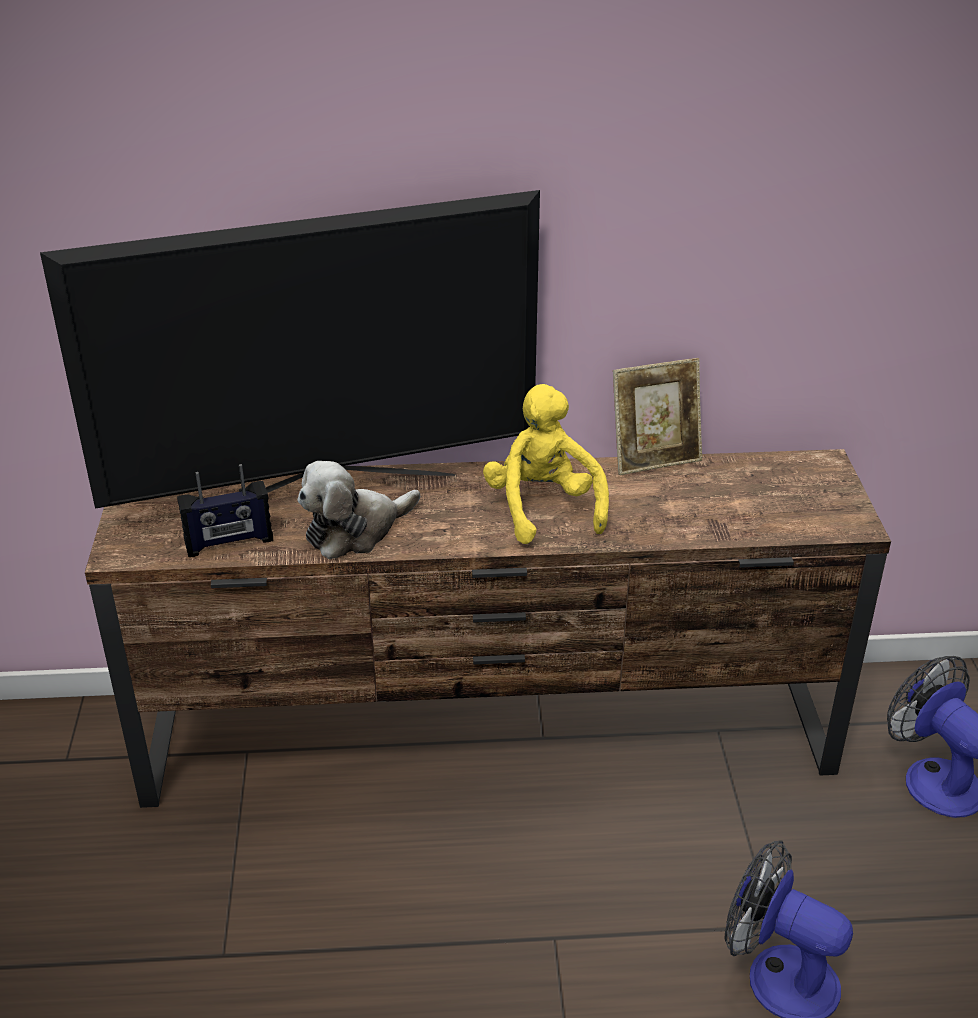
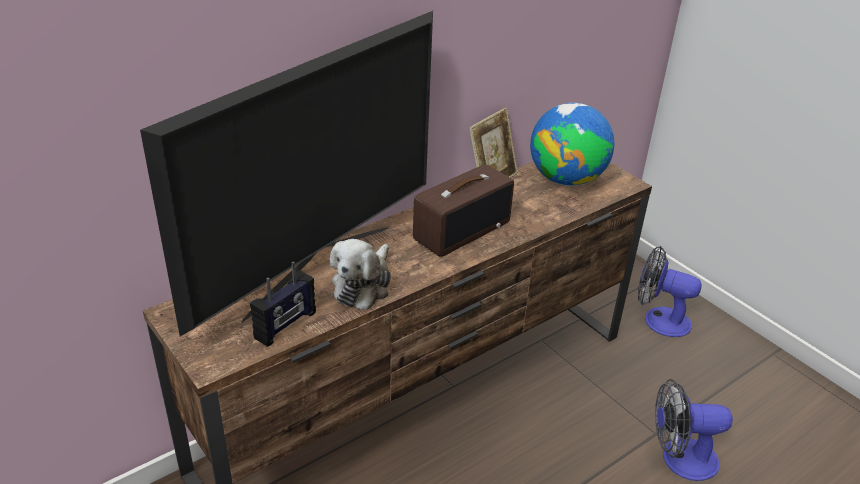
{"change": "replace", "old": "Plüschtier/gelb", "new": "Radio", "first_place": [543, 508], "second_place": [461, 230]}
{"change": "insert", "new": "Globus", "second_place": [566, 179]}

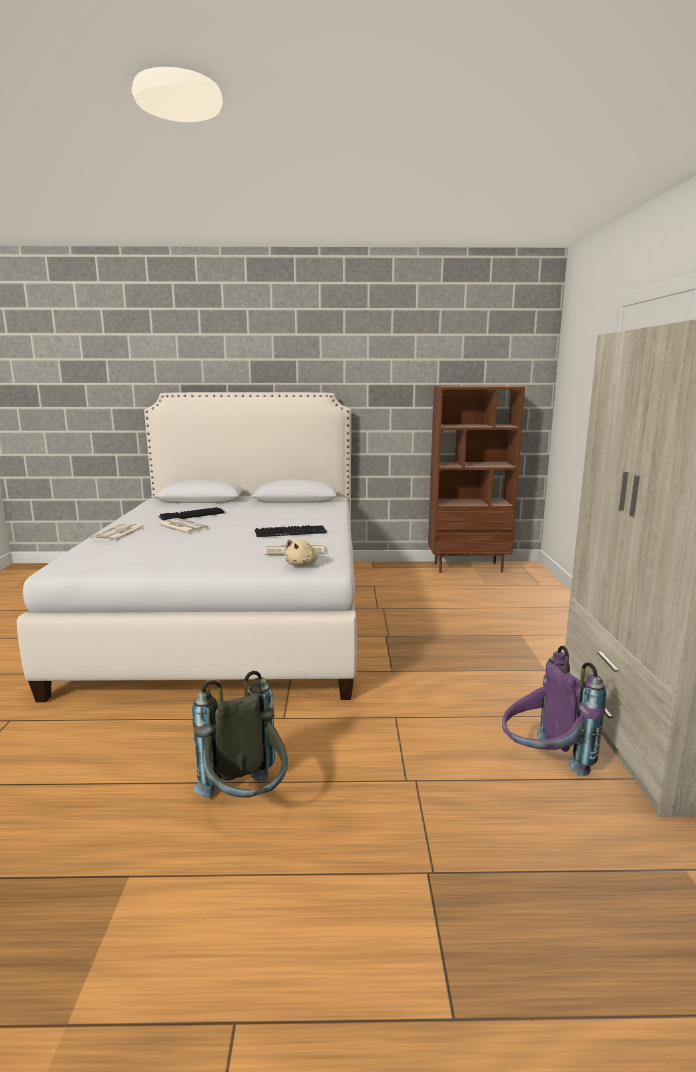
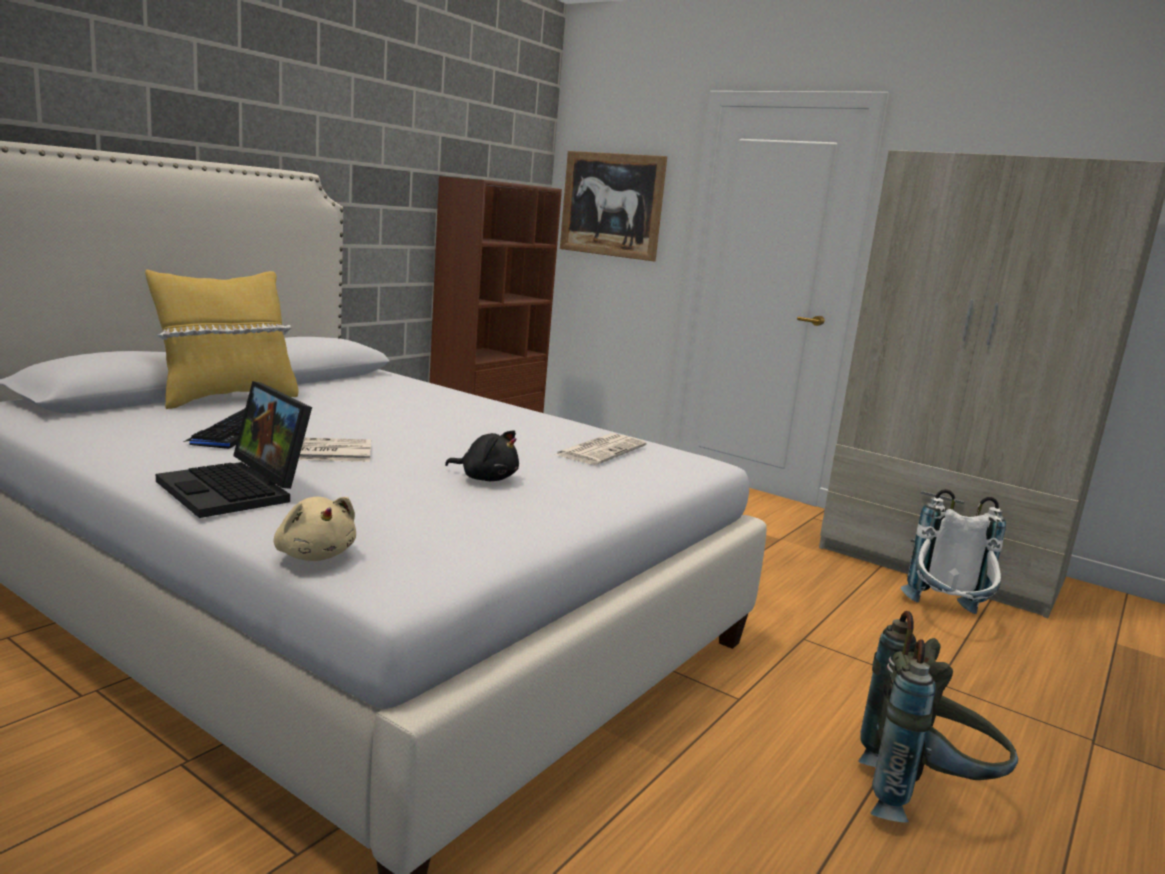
{"change": "replace", "old": "Zeitung", "new": "Laptop", "first_place": [119, 533], "second_place": [238, 490]}
{"change": "delete", "old": "Tastatur", "first_place": [290, 533]}
{"change": "move", "old": "Plüschtier/beige", "first_place": [302, 565], "second_place": [314, 554]}
{"change": "recolor", "old": "Rucksack/lila", "new": "Rucksack/weiß", "first_place": [543, 763], "second_place": [946, 617]}
{"change": "insert", "new": "Kissen/gelb", "second_place": [226, 398]}
{"change": "insert", "new": "Plüschtier/schwarz", "second_place": [486, 478]}
{"change": "insert", "new": "Bild", "second_place": [611, 205]}

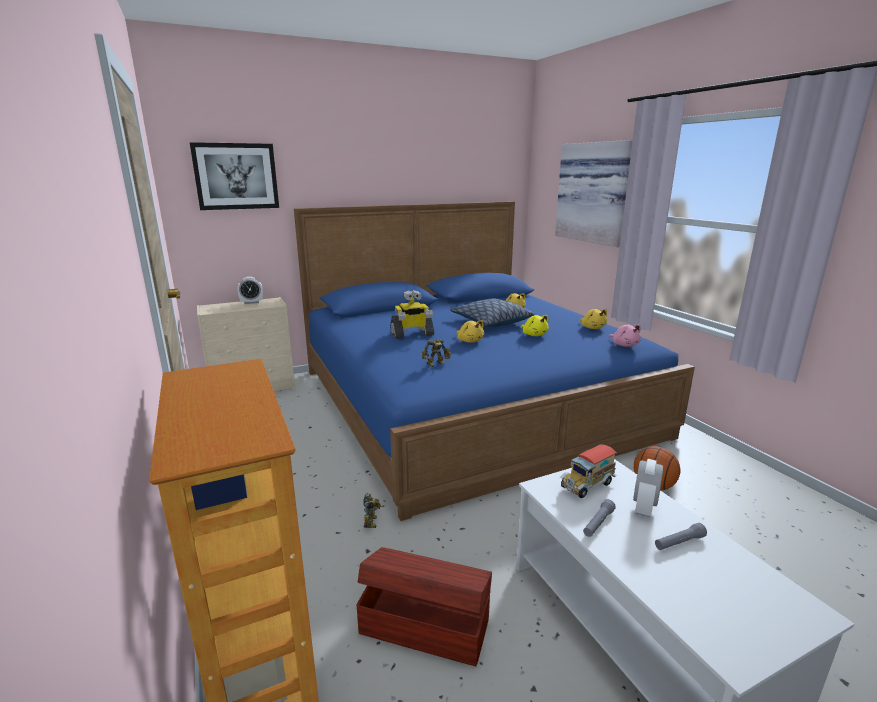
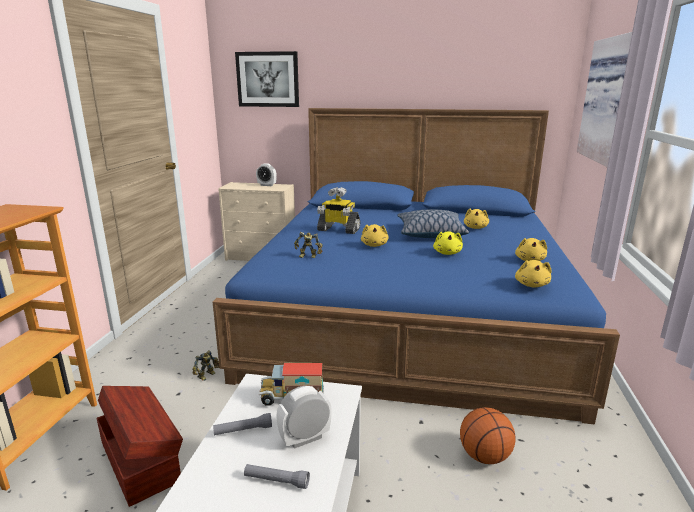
{"change": "recolor", "old": "Plüschtier/rosa", "new": "Plüschtier/gelb", "first_place": [624, 345], "second_place": [531, 285]}

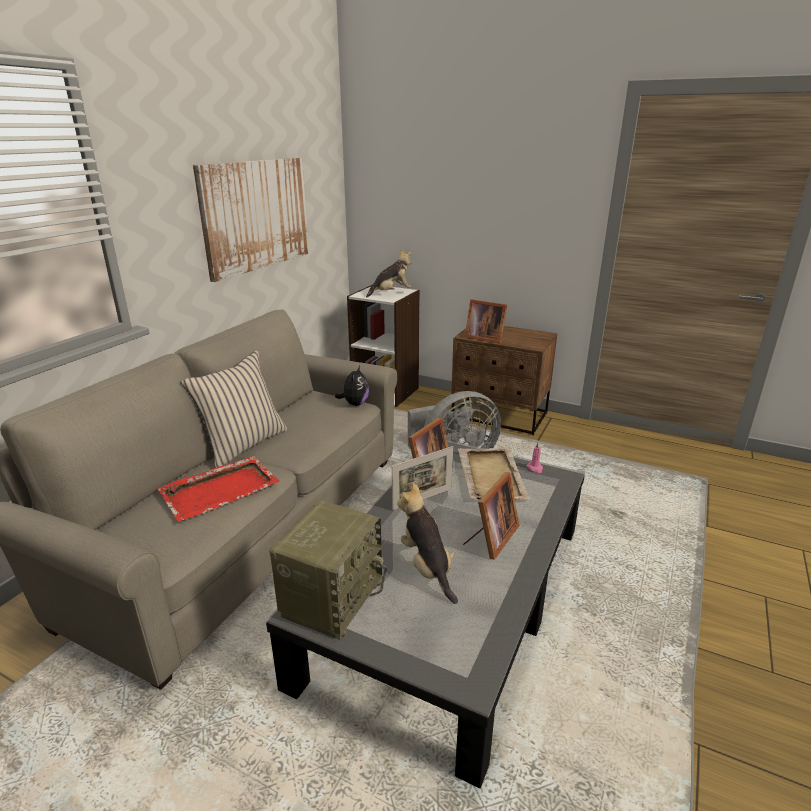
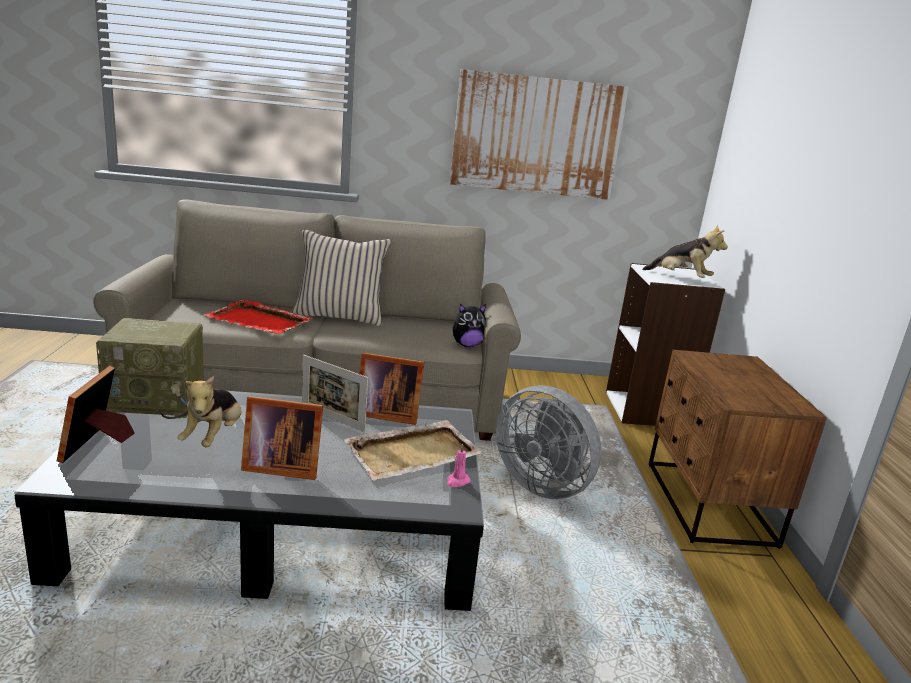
{"change": "rotate", "old": "Plüschtier", "first_place": [427, 568], "second_place": [213, 437], "degrees": 150}
{"change": "move", "old": "Bilderrahmen", "first_place": [484, 338], "second_place": [98, 444]}

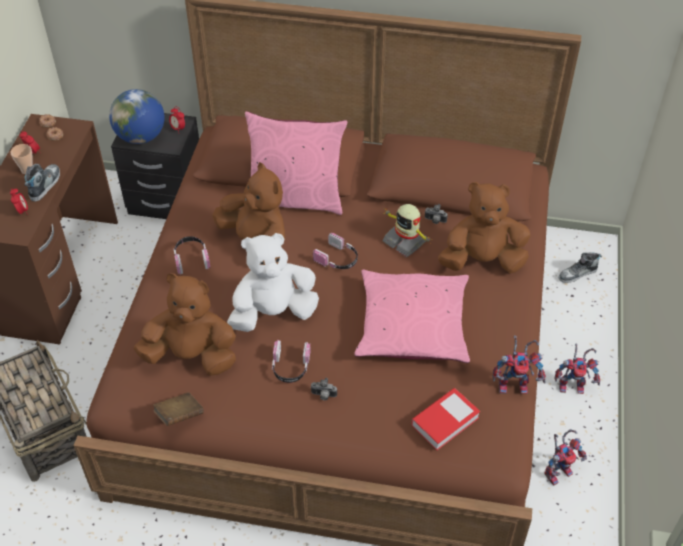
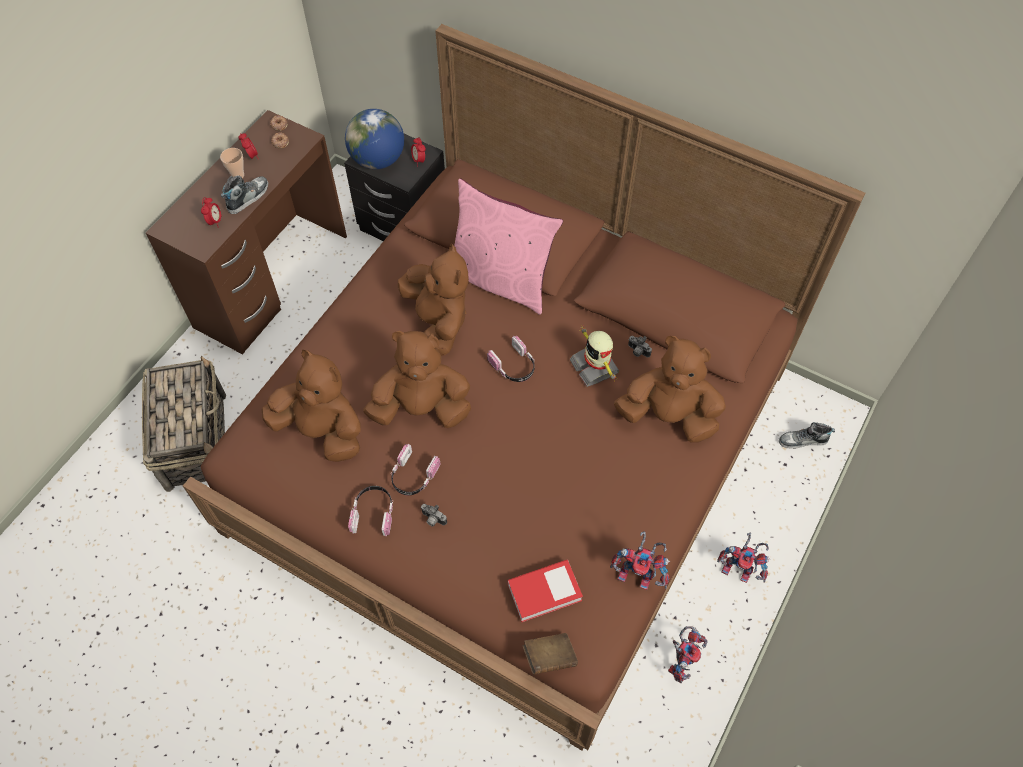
{"change": "move", "old": "Buch/braun", "first_place": [179, 415], "second_place": [549, 657]}
{"change": "move", "old": "Kopfhörer", "first_place": [191, 258], "second_place": [373, 513]}
{"change": "recolor", "old": "Plüschtier/weiß", "new": "Plüschtier/braun", "first_place": [273, 313], "second_place": [422, 408]}
{"change": "delete", "old": "Kissen/rosa", "first_place": [412, 325]}
{"change": "rotate", "old": "Spielzeugroboter", "first_place": [558, 470], "second_place": [680, 660], "degrees": -45}

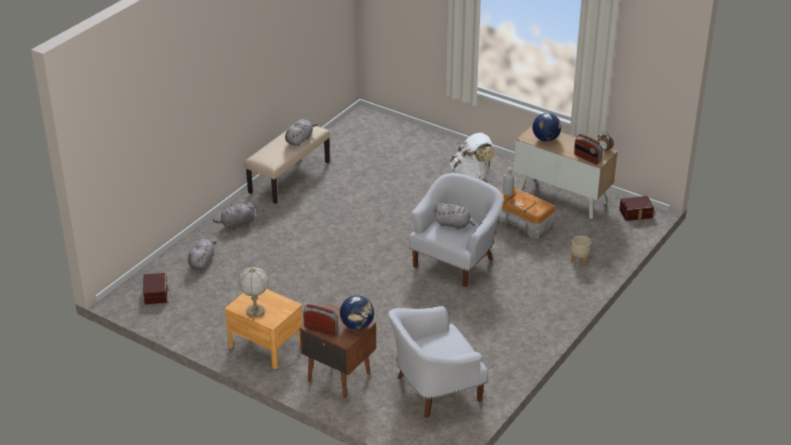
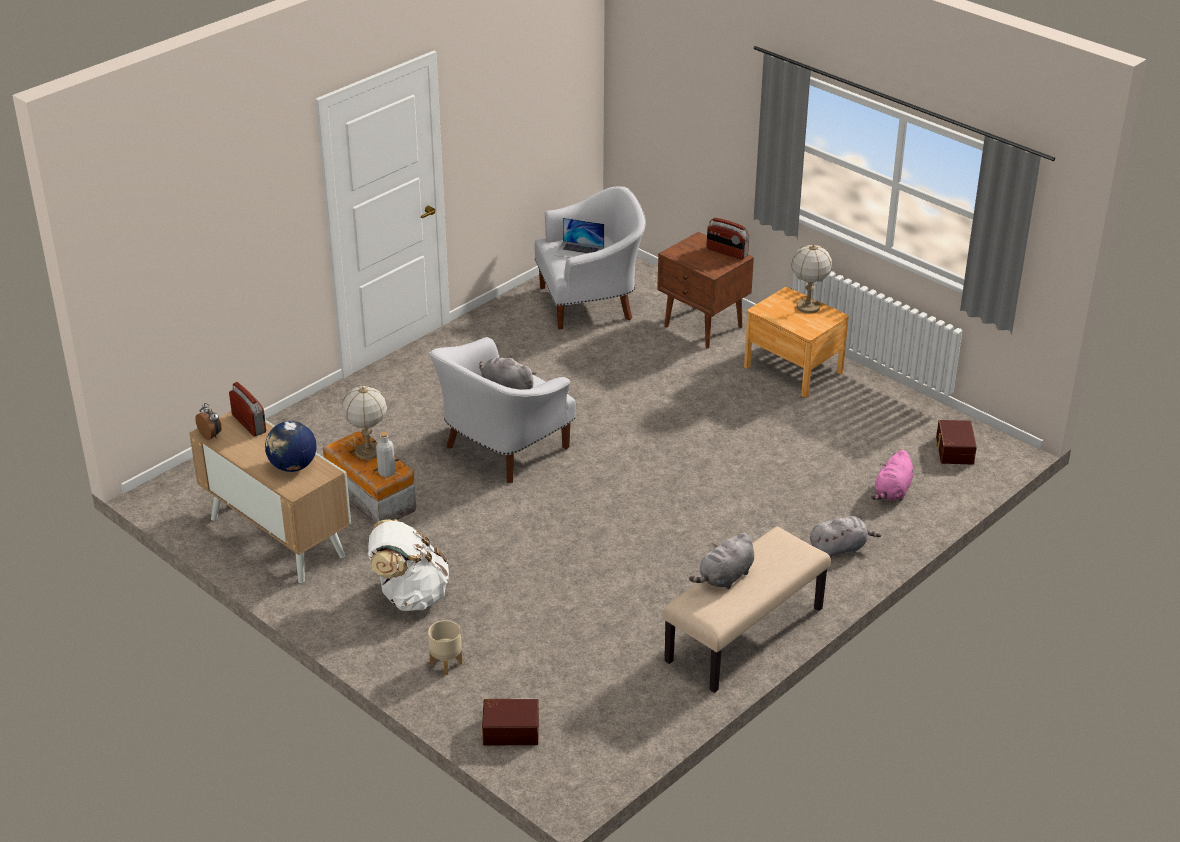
{"change": "recolor", "old": "Plüschtier/grau", "new": "Plüschtier/rosa", "first_place": [201, 261], "second_place": [892, 492]}
{"change": "delete", "old": "Globus", "first_place": [357, 325]}
{"change": "move", "old": "Pflanzkübel/beige", "first_place": [579, 261], "second_place": [445, 663]}
{"change": "move", "old": "Aufbewahrungsbox/braun", "first_place": [636, 214], "second_place": [510, 729]}
{"change": "insert", "new": "Tischlampe", "second_place": [368, 452]}
{"change": "insert", "new": "Laptop", "second_place": [579, 251]}

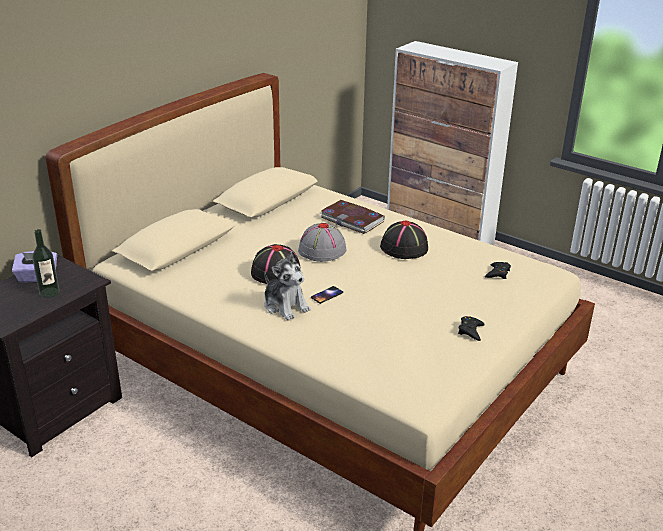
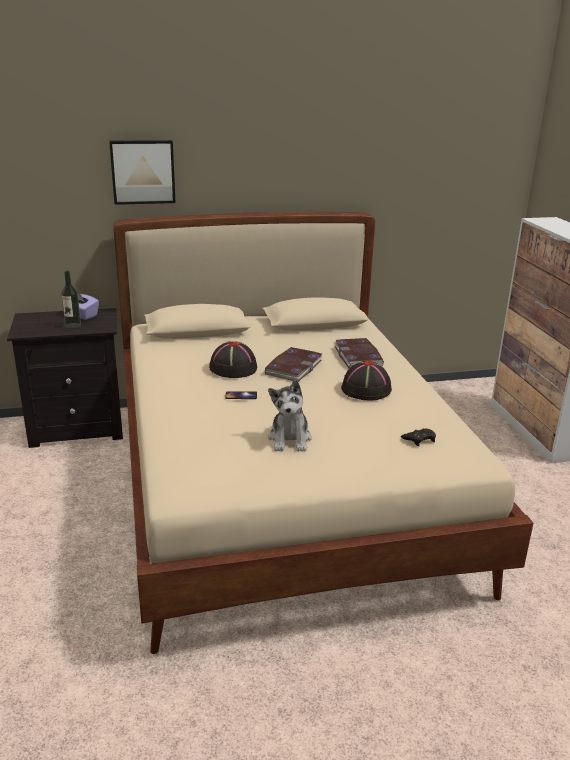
{"change": "move", "old": "Plüschtier", "first_place": [285, 306], "second_place": [290, 439]}
{"change": "replace", "old": "Hut/grau", "new": "Buch", "first_place": [322, 250], "second_place": [293, 367]}
{"change": "delete", "old": "Gamepad/schwarz", "first_place": [470, 331]}
{"change": "insert", "new": "Bild", "second_place": [143, 171]}

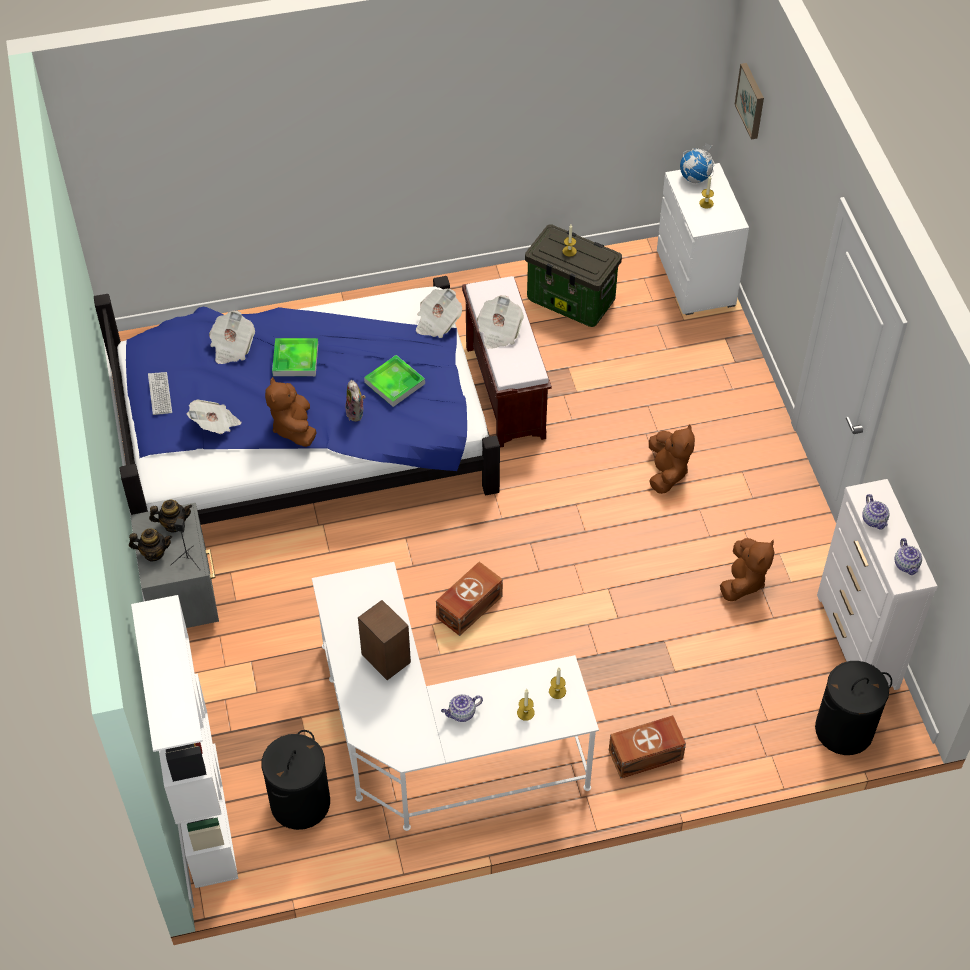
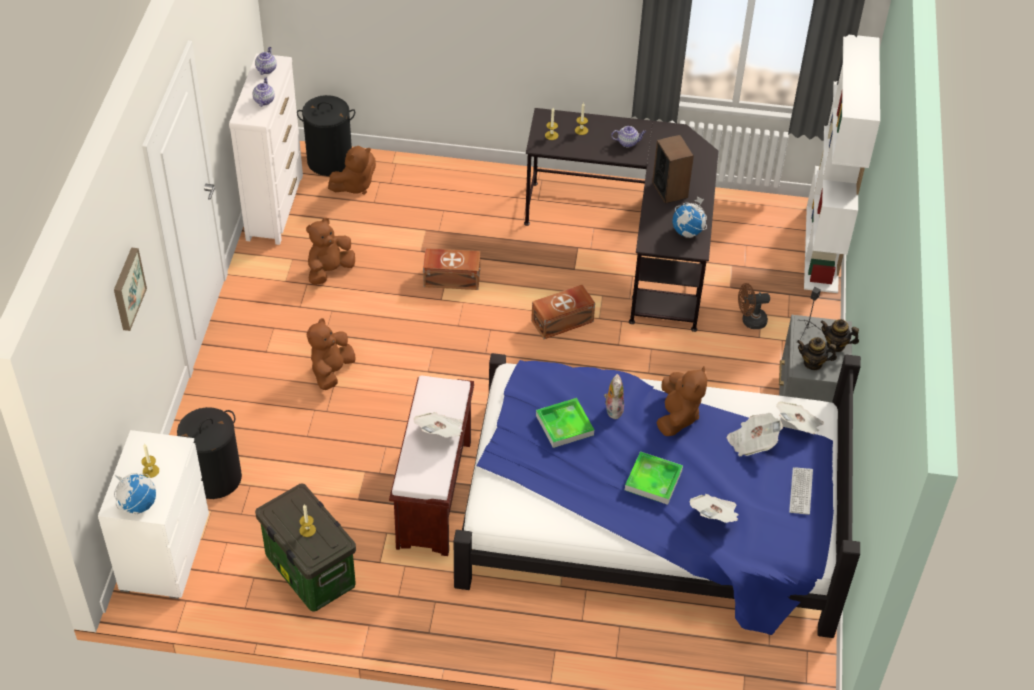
{"change": "move", "old": "Wäschekorb/schwarz", "first_place": [300, 802], "second_place": [214, 478]}
{"change": "recolor", "old": "Schreibtisch/weiß", "new": "Schreibtisch/schwarz", "first_place": [433, 742], "second_place": [633, 241]}
{"change": "move", "old": "Zeitung", "first_place": [437, 322], "second_place": [798, 426]}
{"change": "move", "old": "Aufbewahrungsbox/braun", "first_place": [647, 755], "second_place": [451, 278]}
{"change": "move", "old": "Bild", "first_place": [752, 100], "second_place": [127, 288]}
{"change": "insert", "new": "Plüschtier/braun", "second_place": [354, 185]}
{"change": "insert", "new": "Globus", "second_place": [688, 232]}
{"change": "insert", "new": "Ventilator/braun", "second_place": [750, 321]}

